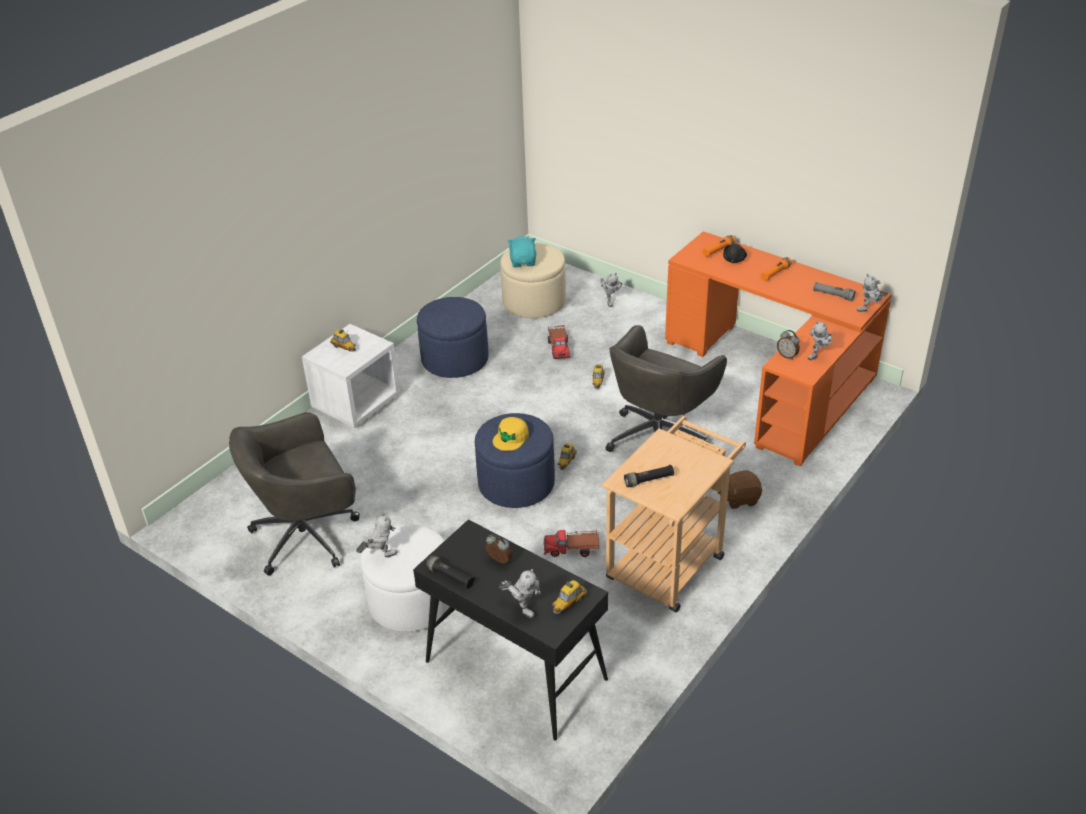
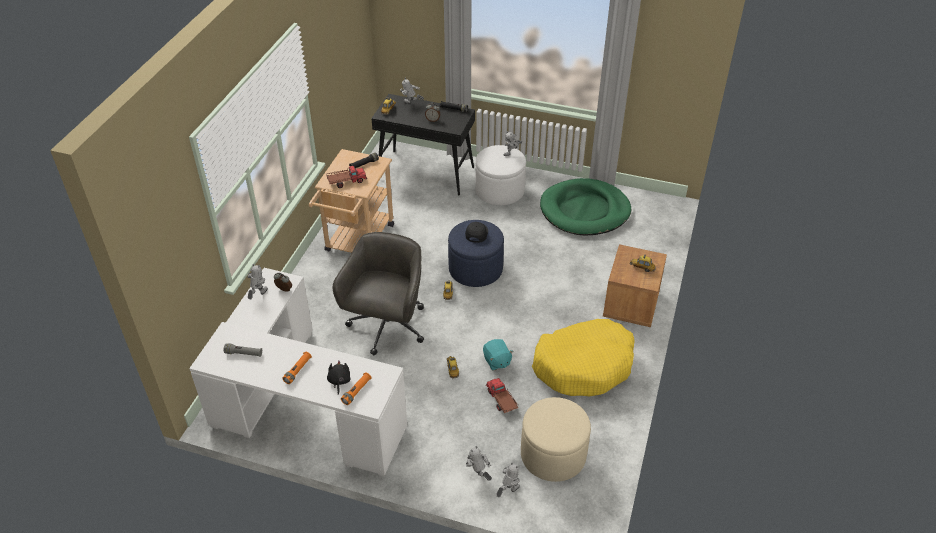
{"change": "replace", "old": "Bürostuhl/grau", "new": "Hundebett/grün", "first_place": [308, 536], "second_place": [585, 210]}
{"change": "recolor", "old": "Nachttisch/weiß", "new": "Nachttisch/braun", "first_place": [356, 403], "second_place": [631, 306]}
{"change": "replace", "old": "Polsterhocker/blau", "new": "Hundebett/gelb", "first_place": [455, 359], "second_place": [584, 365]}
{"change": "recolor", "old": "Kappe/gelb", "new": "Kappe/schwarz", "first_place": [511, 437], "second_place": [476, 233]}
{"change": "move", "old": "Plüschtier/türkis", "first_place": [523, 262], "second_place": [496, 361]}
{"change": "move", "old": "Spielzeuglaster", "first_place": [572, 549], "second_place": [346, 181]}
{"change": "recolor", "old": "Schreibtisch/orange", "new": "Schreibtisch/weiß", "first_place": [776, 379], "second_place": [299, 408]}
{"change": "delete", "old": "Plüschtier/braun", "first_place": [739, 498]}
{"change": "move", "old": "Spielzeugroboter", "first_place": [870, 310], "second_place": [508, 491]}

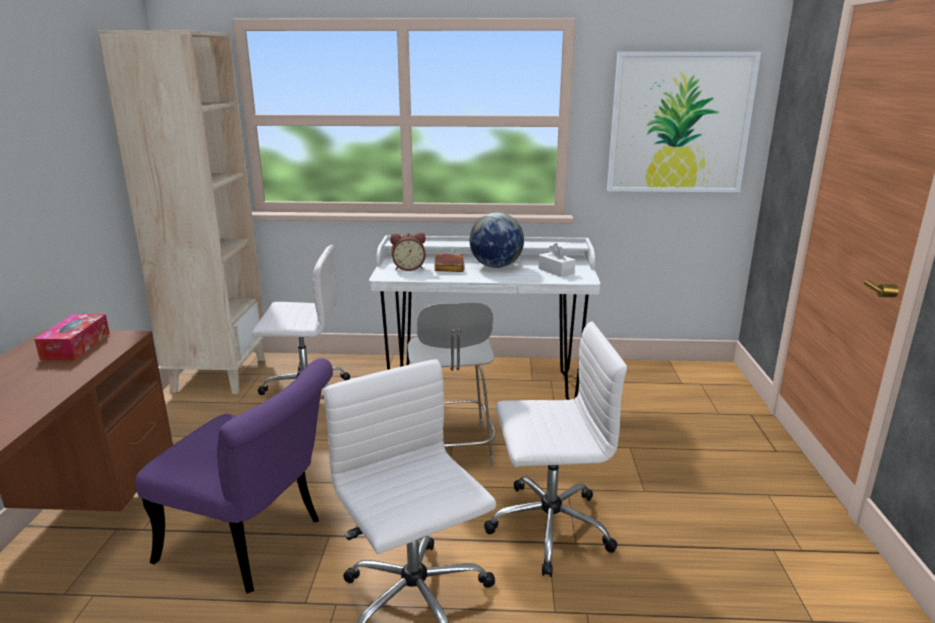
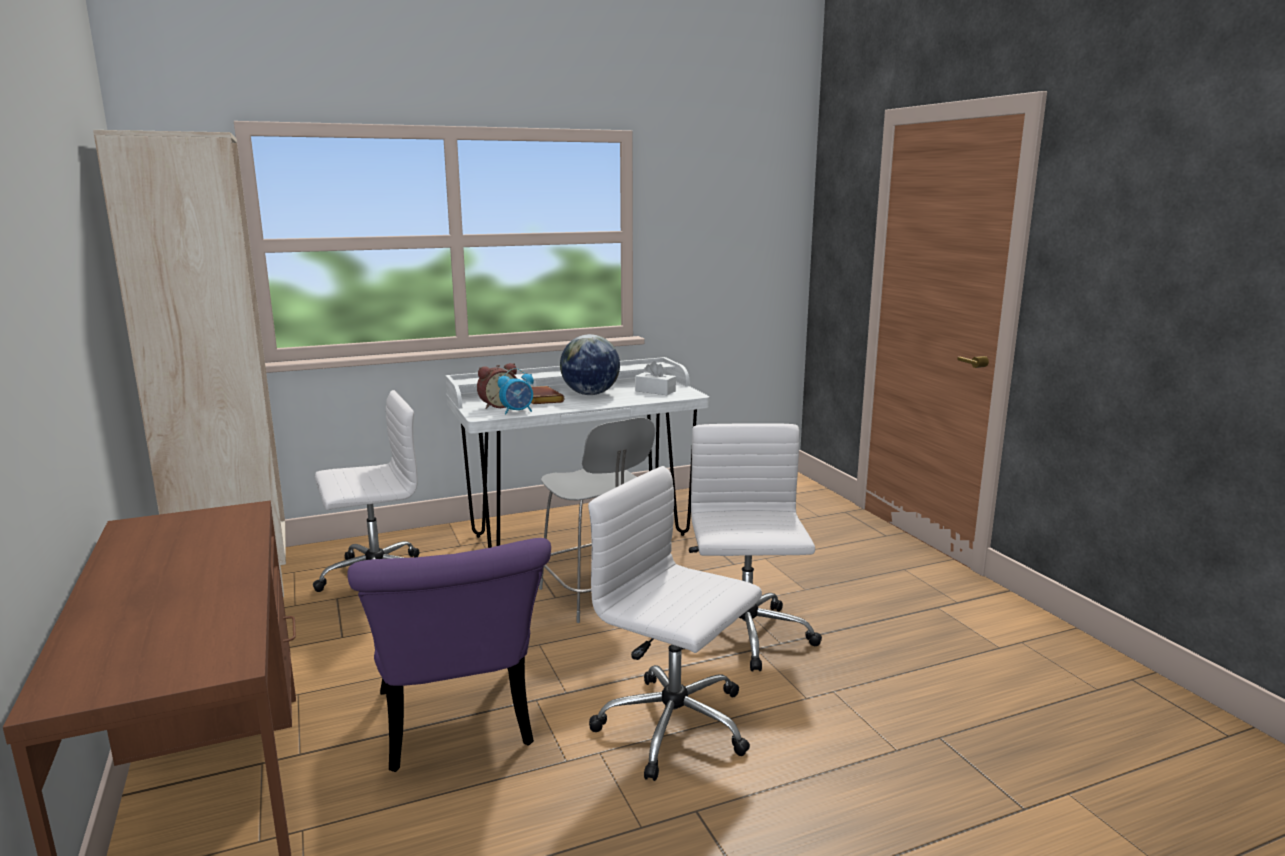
{"change": "delete", "old": "Taschentuchbox", "first_place": [76, 346]}
{"change": "rotate", "old": "Stuhl/lila", "first_place": [254, 544], "second_place": [458, 729], "degrees": 75}
{"change": "rotate", "old": "Bürostuhl/weiß", "first_place": [547, 526], "second_place": [745, 637], "degrees": -60}
{"change": "delete", "old": "Bild", "first_place": [679, 123]}
{"change": "insert", "new": "Wecker", "second_place": [517, 411]}

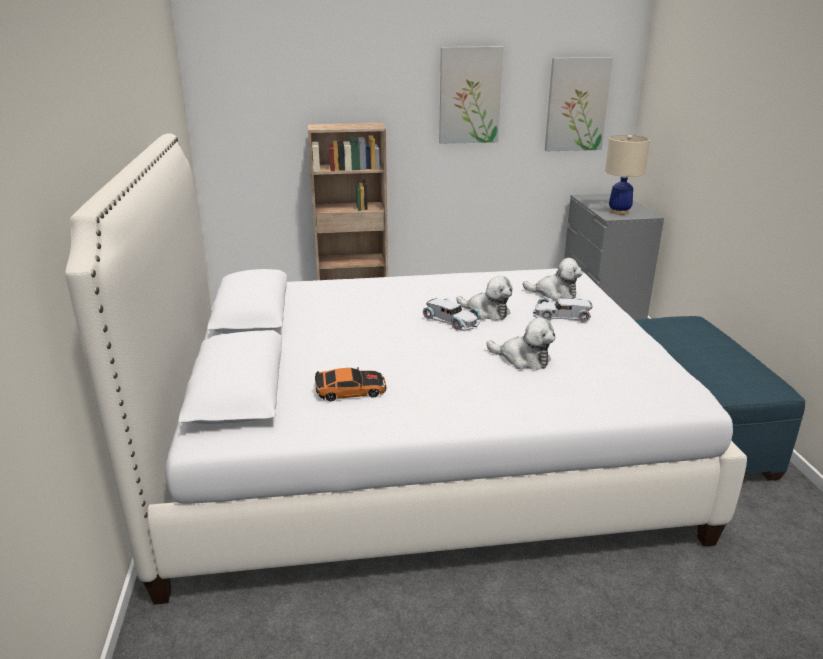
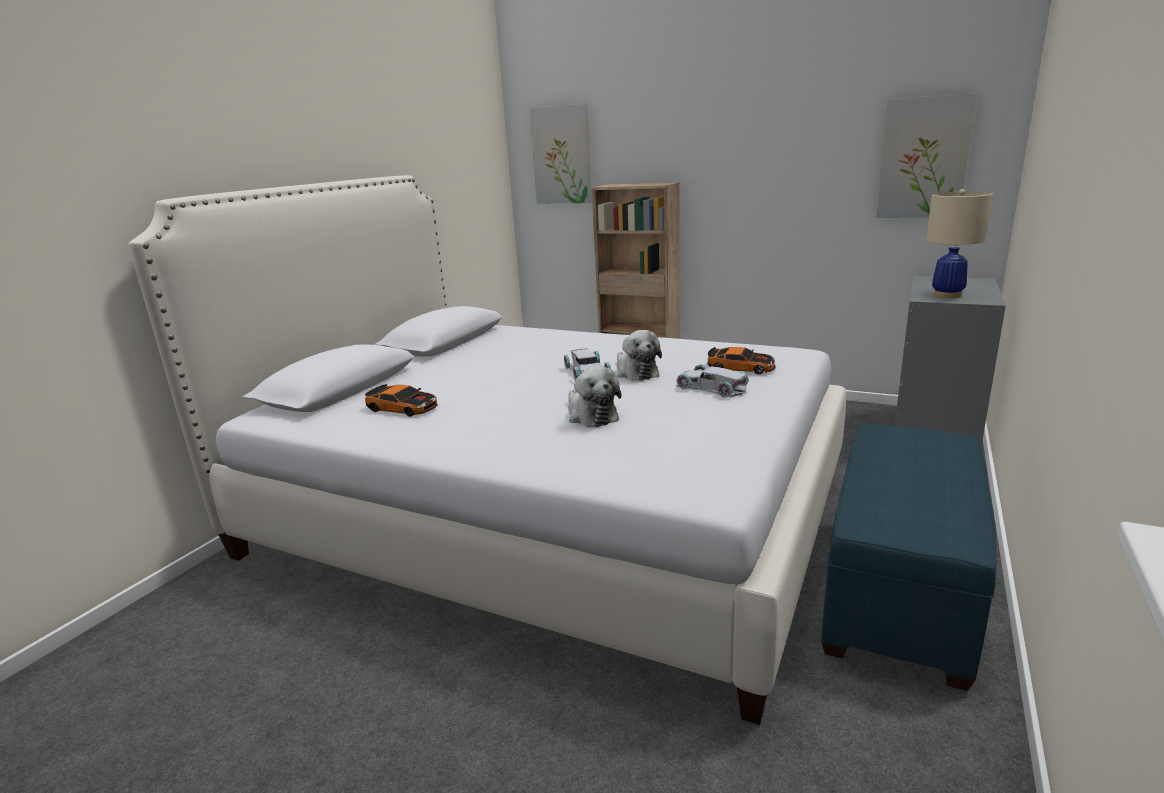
{"change": "move", "old": "Bild", "first_place": [469, 95], "second_place": [562, 155]}
{"change": "replace", "old": "Plüschtier", "new": "Spielzeugauto", "first_place": [554, 293], "second_place": [740, 367]}

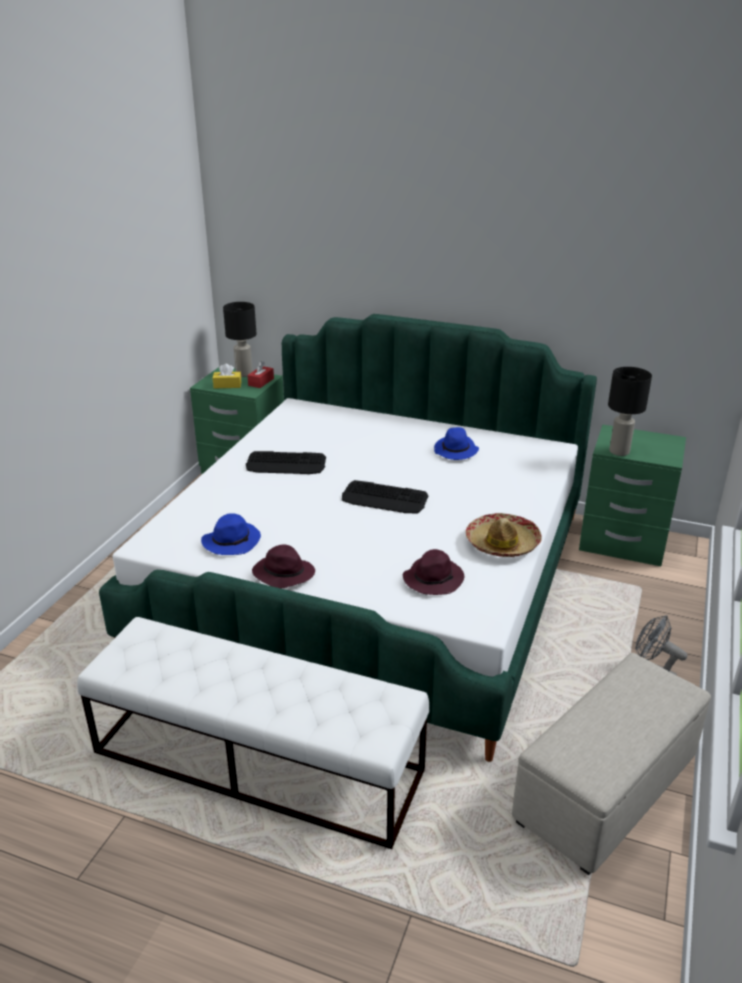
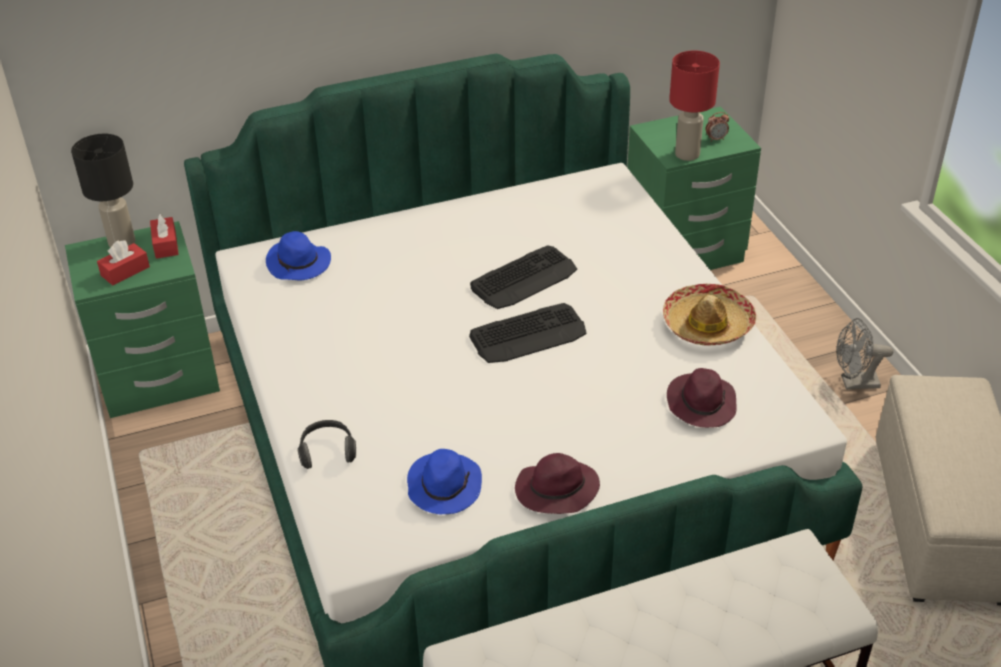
{"change": "recolor", "old": "Taschentuchbox/gelb", "new": "Taschentuchbox/rot", "first_place": [227, 385], "second_place": [125, 271]}
{"change": "move", "old": "Tastatur", "first_place": [286, 464], "second_place": [524, 278]}
{"change": "move", "old": "Hut/blau", "first_place": [456, 451], "second_place": [299, 264]}
{"change": "recolor", "old": "Tischlampe/schwarz", "new": "Tischlampe/rot", "first_place": [619, 451], "second_place": [686, 154]}
{"change": "insert", "new": "Kopfhörer", "second_place": [327, 452]}
{"change": "insert", "new": "Wecker", "second_place": [716, 139]}

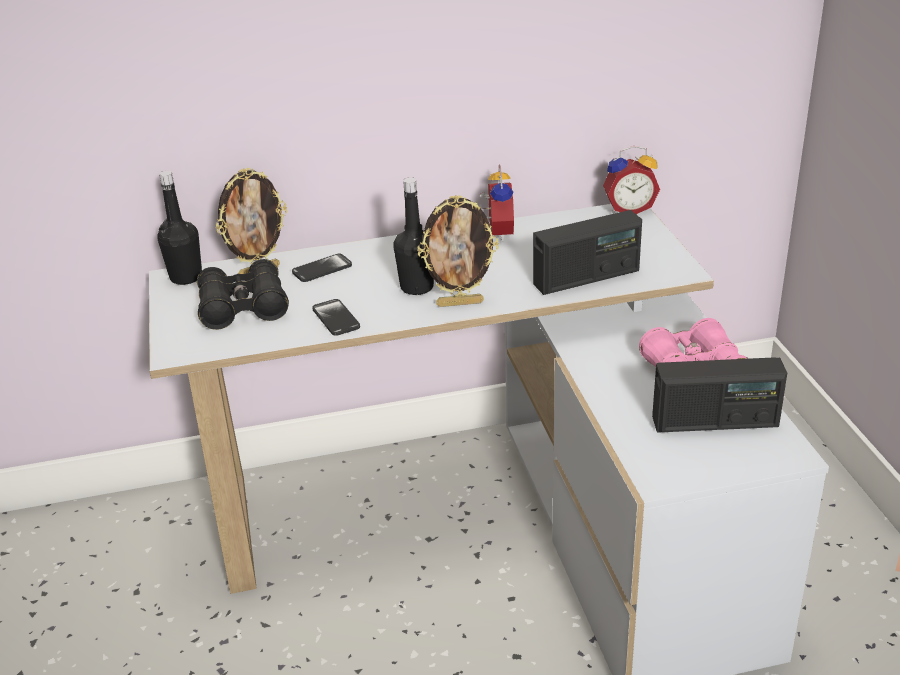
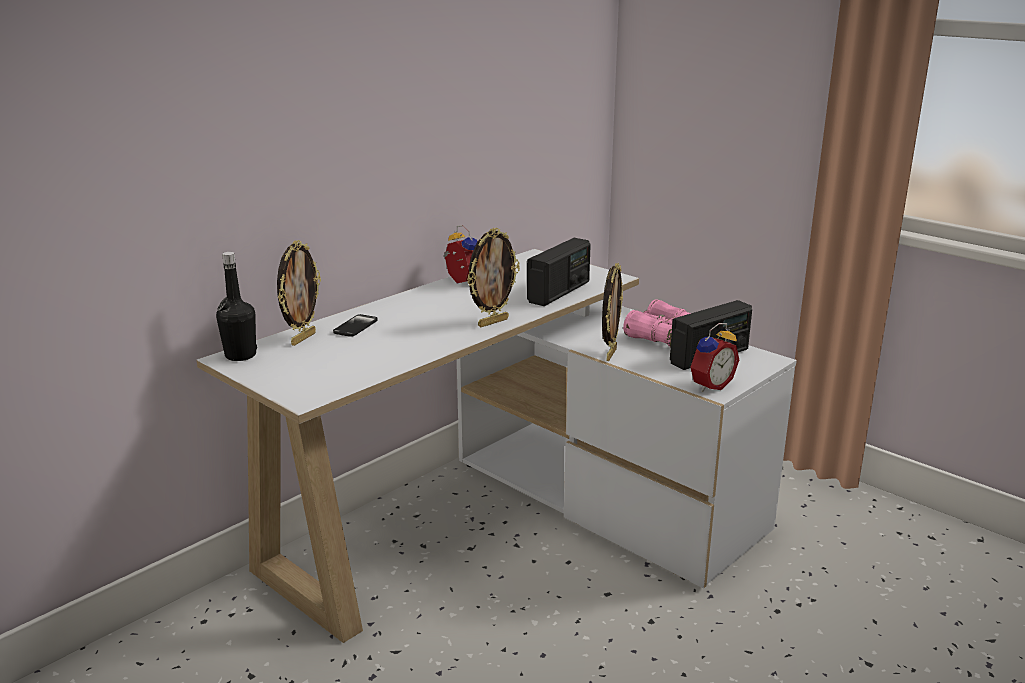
{"change": "delete", "old": "Fernglas/schwarz", "first_place": [243, 308]}
{"change": "delete", "old": "Handy", "first_place": [336, 318]}
{"change": "delete", "old": "Flasche/schwarz", "first_place": [417, 287]}
{"change": "move", "old": "Wecker", "first_place": [629, 209], "second_place": [709, 385]}
{"change": "insert", "new": "Bilderrahmen", "second_place": [610, 354]}

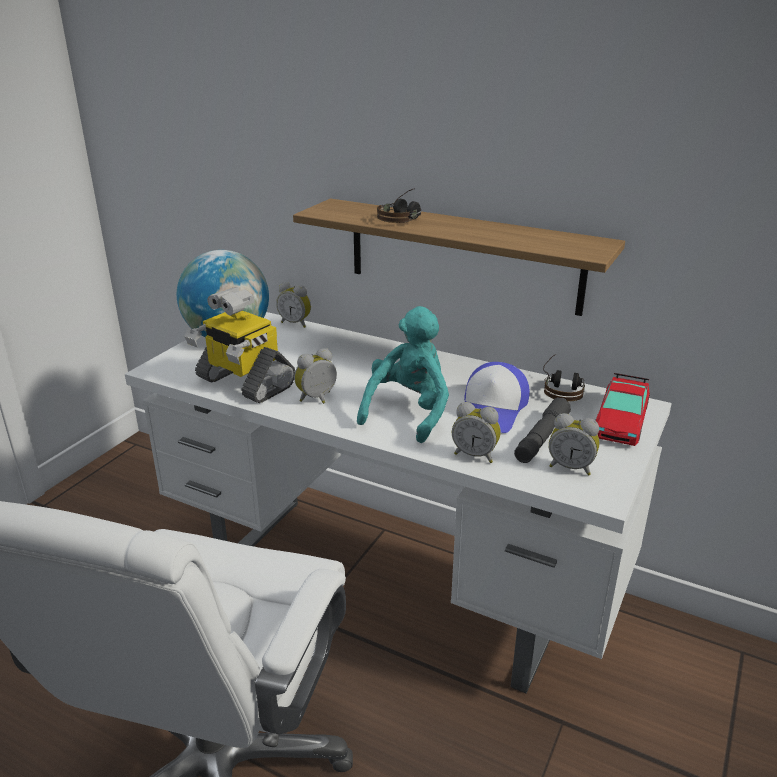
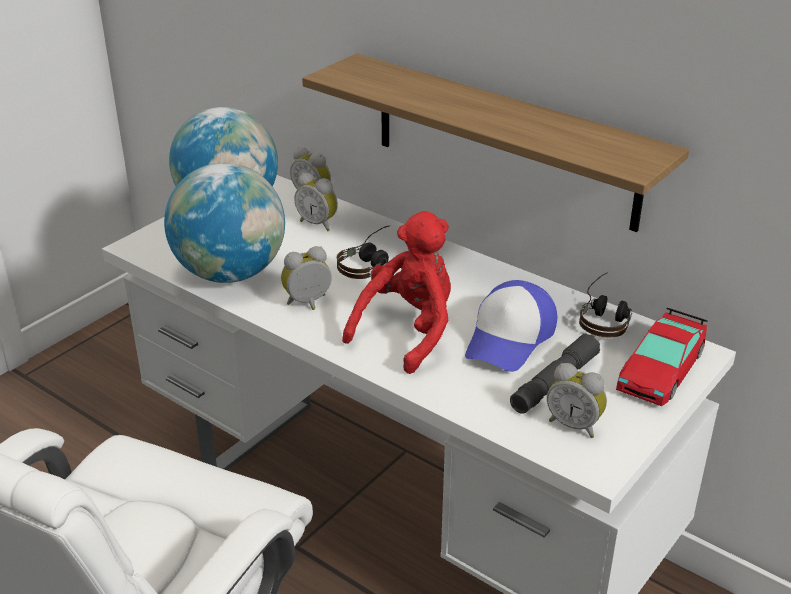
{"change": "replace", "old": "Spielzeugroboter", "new": "Globus", "first_place": [243, 383], "second_place": [230, 273]}
{"change": "recolor", "old": "Plüschtier/türkis", "new": "Plüschtier/rot", "first_place": [408, 412], "second_place": [408, 331]}
{"change": "move", "old": "Kopfhörer", "first_place": [403, 217], "second_place": [370, 263]}
{"change": "move", "old": "Wecker", "first_place": [475, 455], "second_place": [318, 223]}

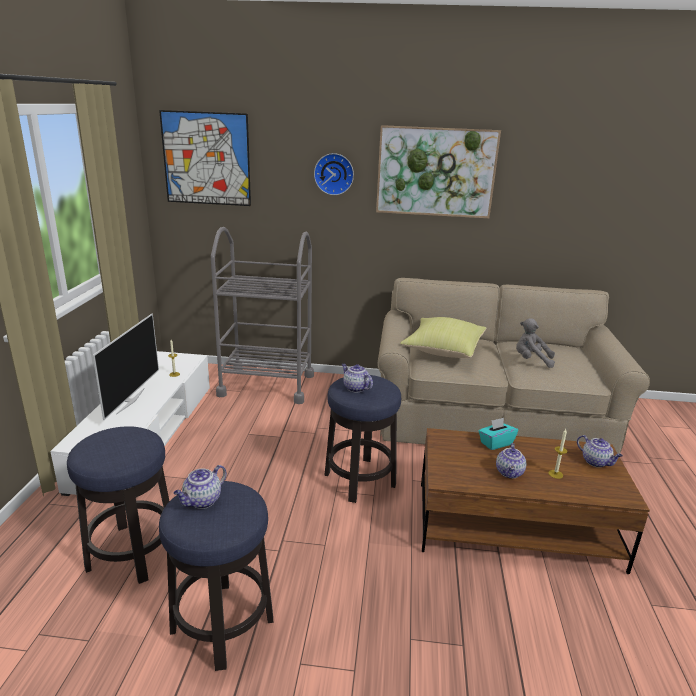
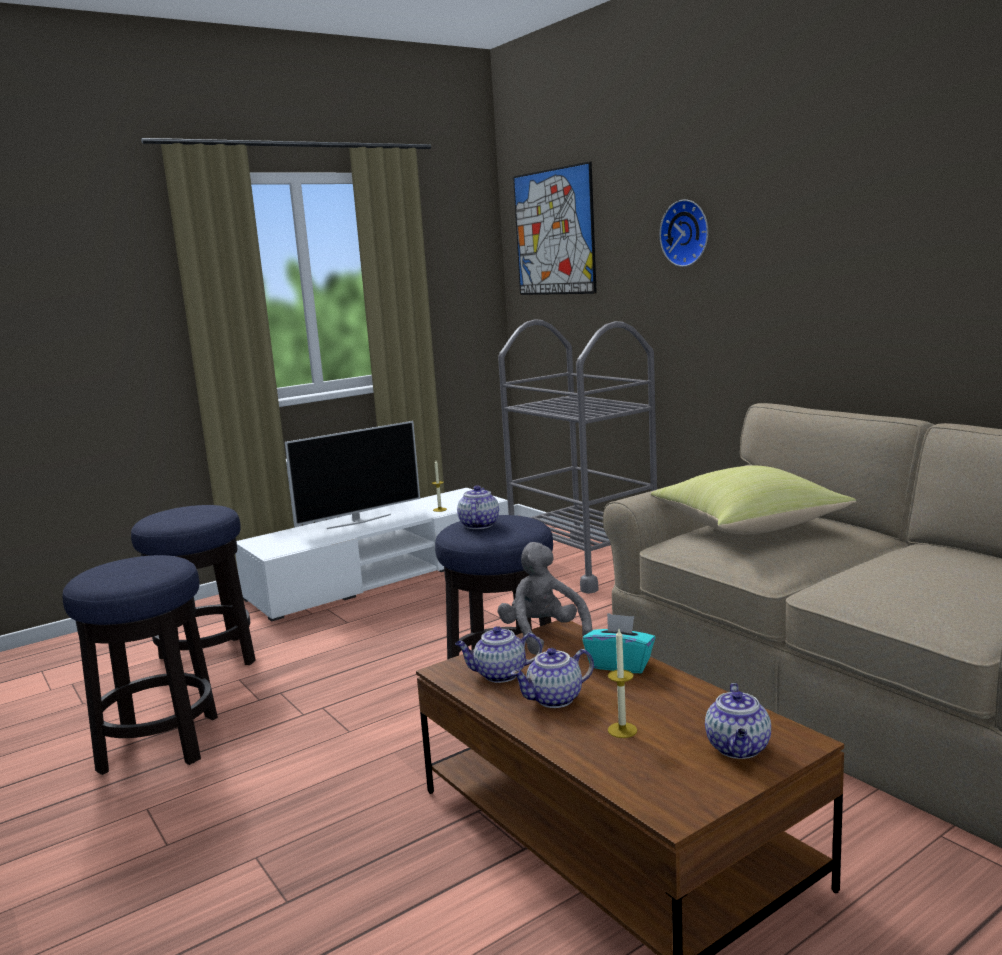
{"change": "move", "old": "Teekanne", "first_place": [202, 501], "second_place": [499, 675]}
{"change": "delete", "old": "Bild", "first_place": [436, 172]}
{"change": "move", "old": "Plüschtier/grau", "first_place": [531, 360], "second_place": [543, 636]}

